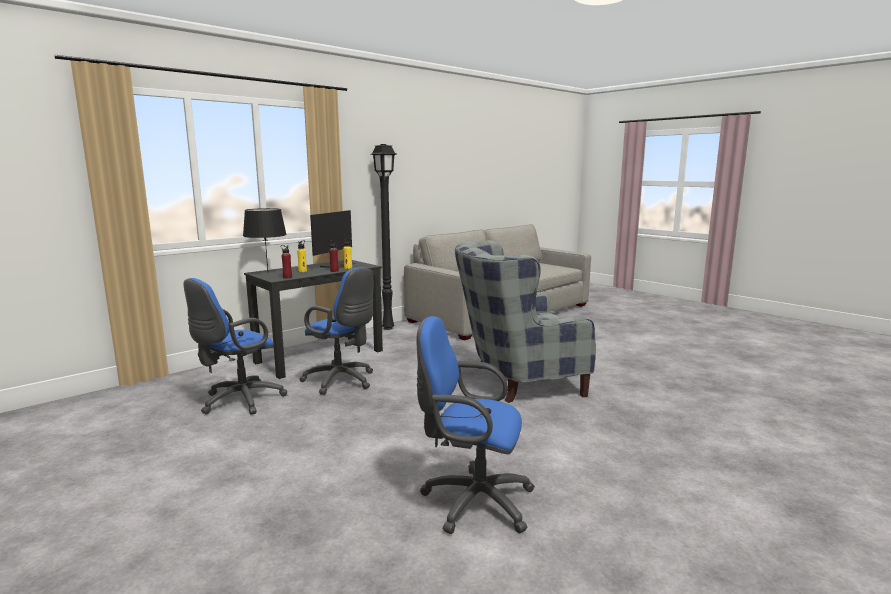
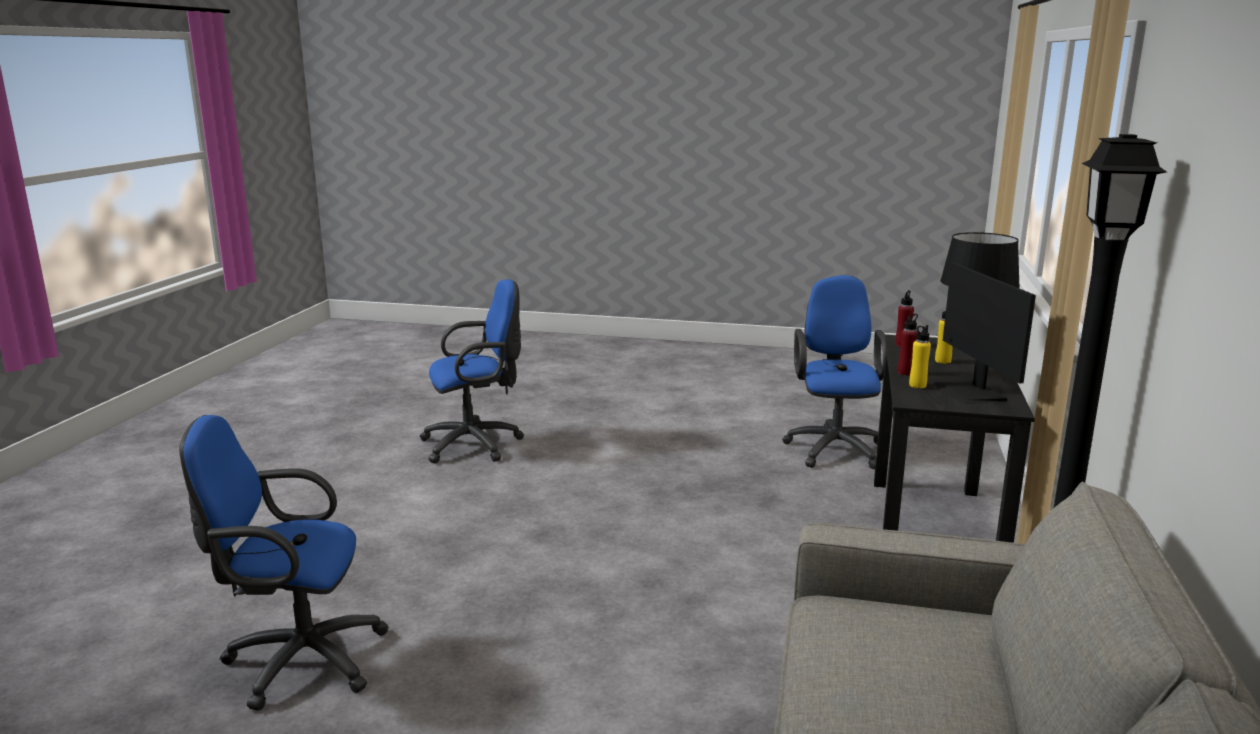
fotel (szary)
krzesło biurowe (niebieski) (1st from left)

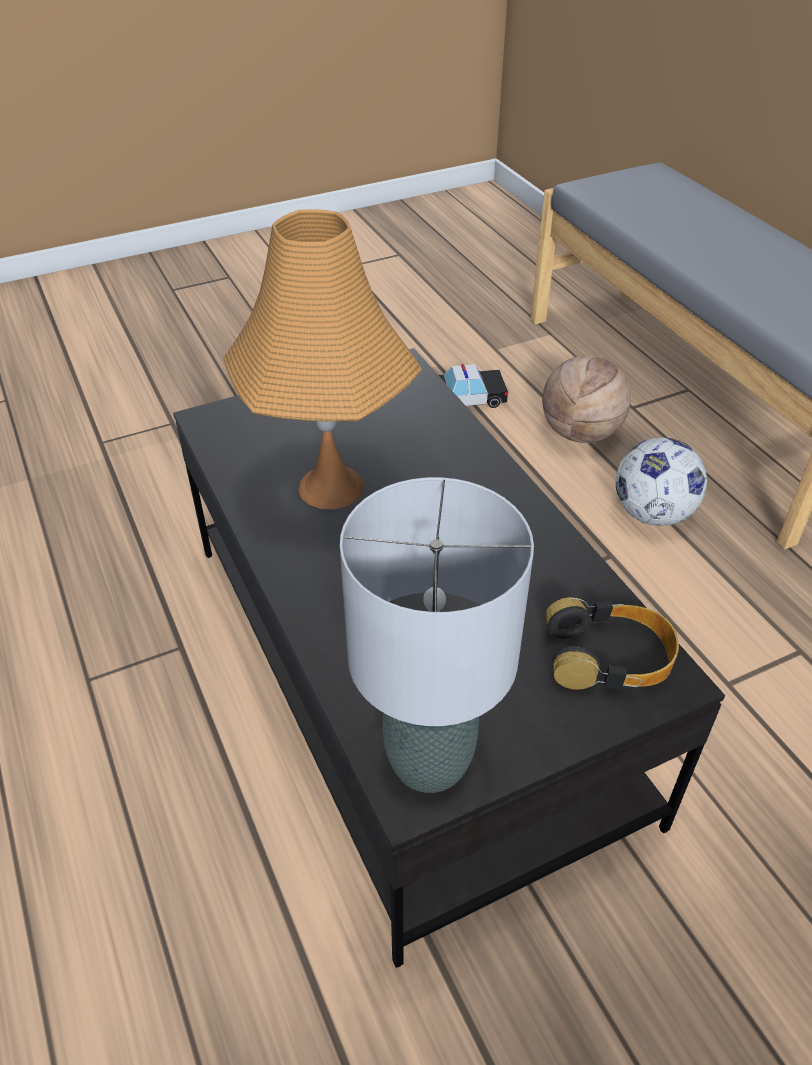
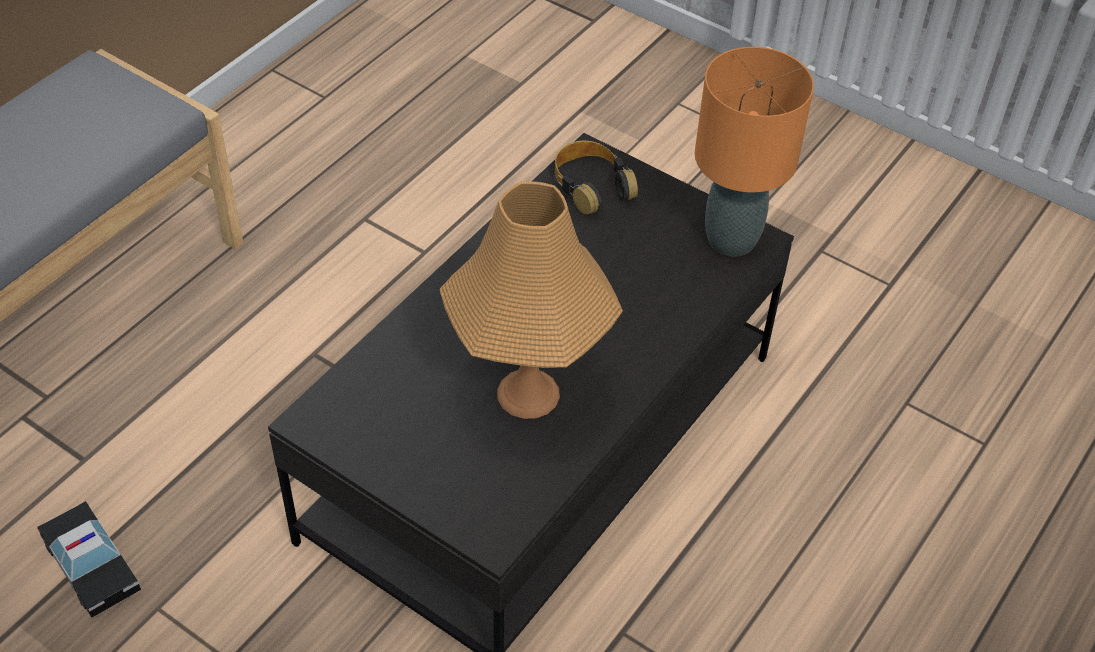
piłka do koszykówki
piłka futbolowa
lampa stołowa (pomarańczowy) (2nd from left)

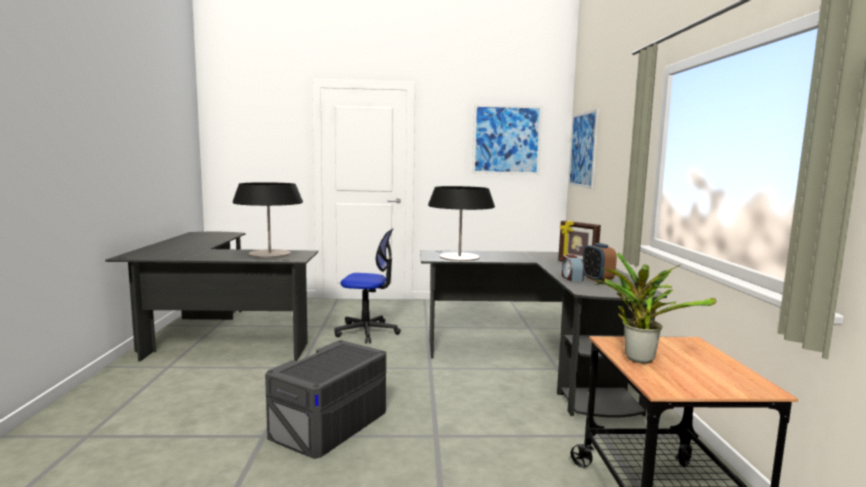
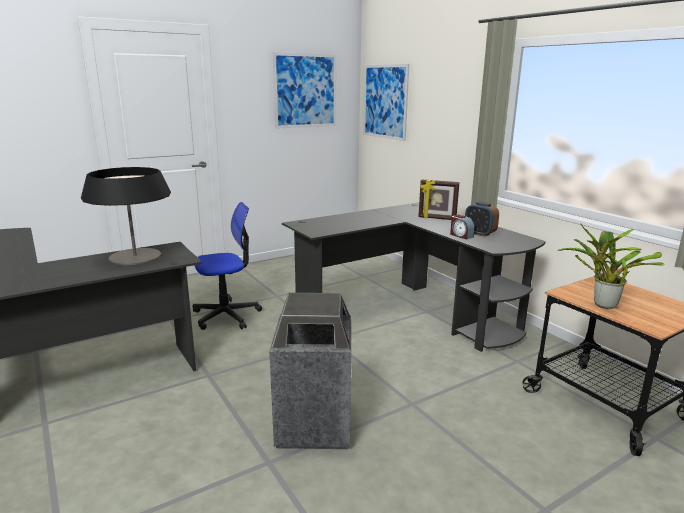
lampa stołowa (2nd from left in the first image)
kosz na śmieci

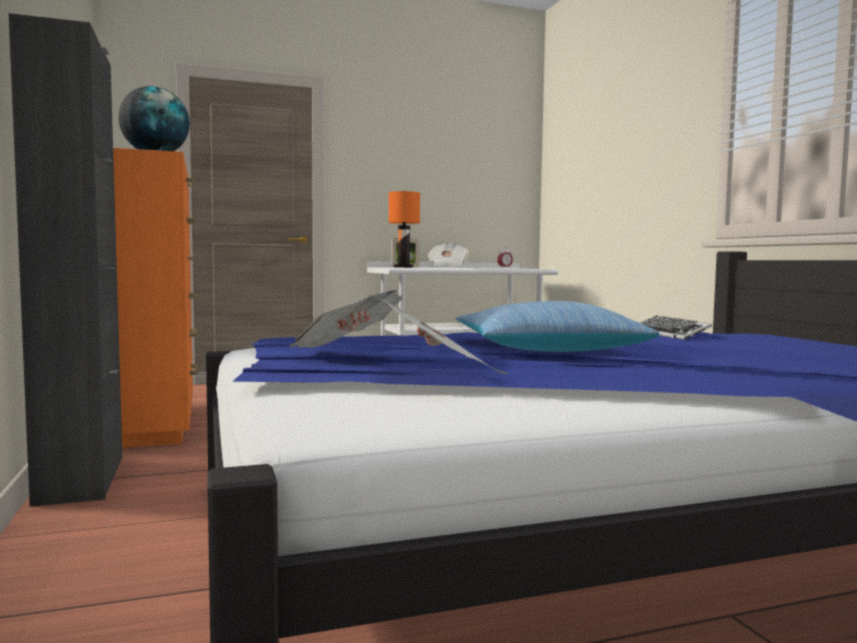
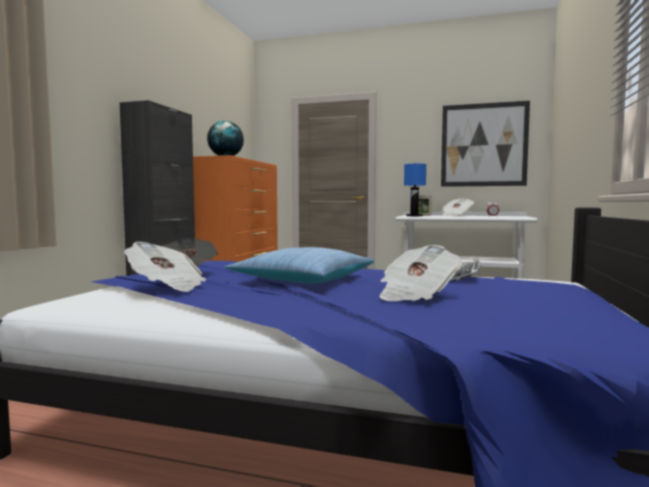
gazeta (3rd from left)
obraz
lampa stołowa (niebieski)

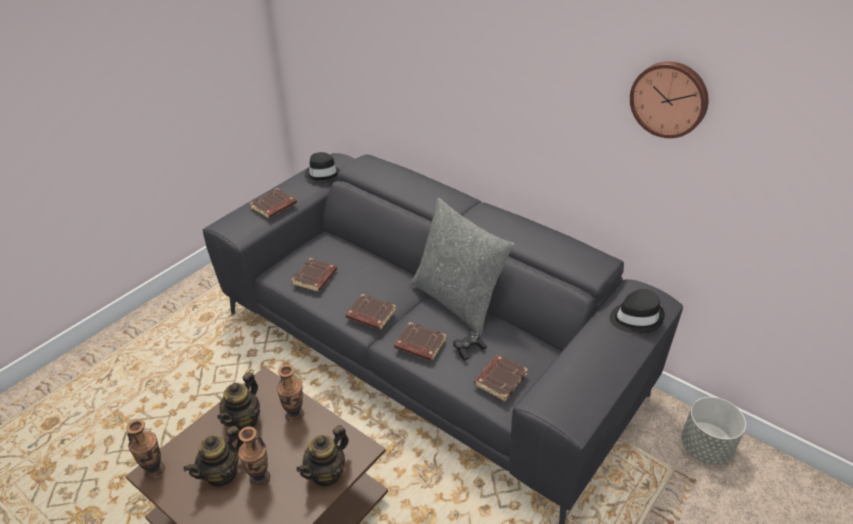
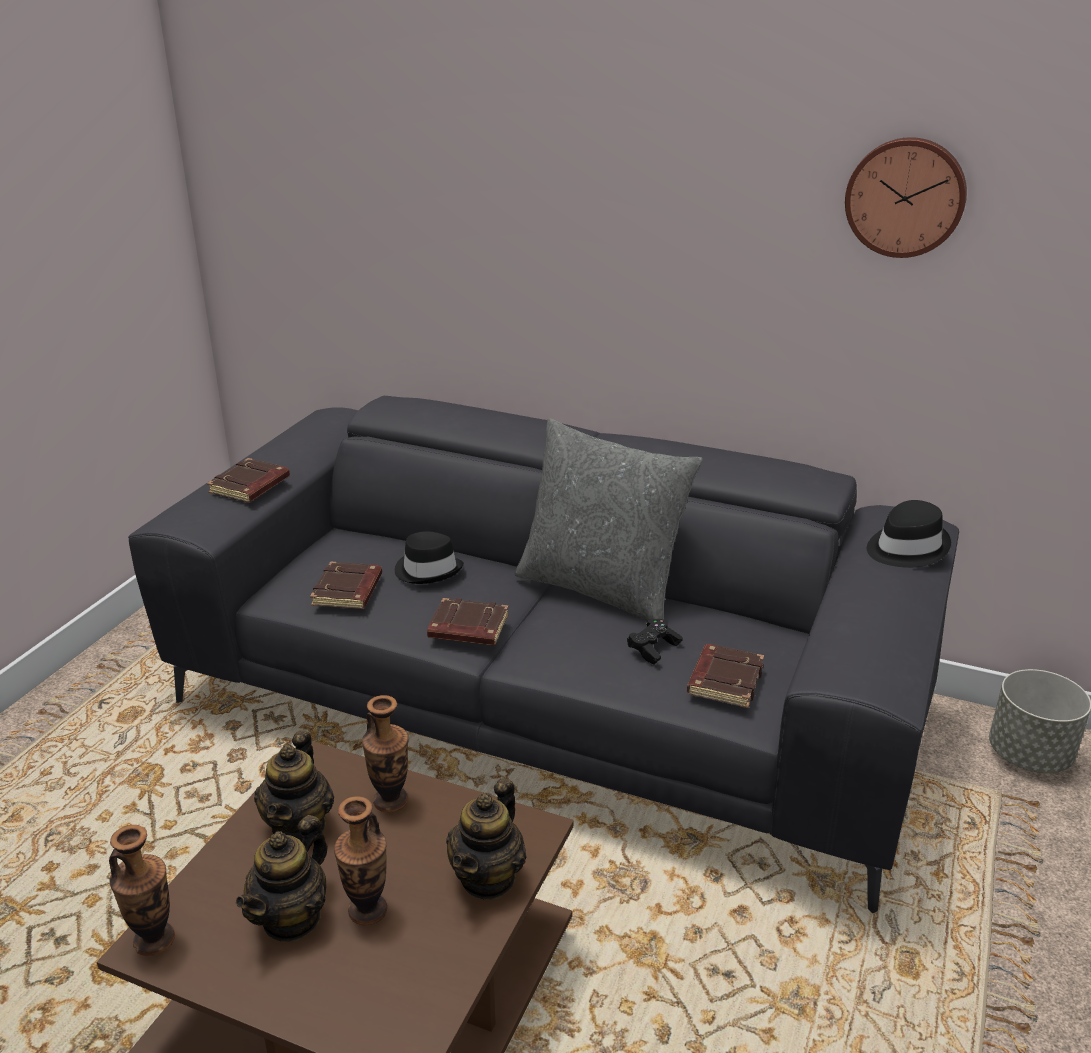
książka (brązowy) (4th from left in the first image)
kapelusz (czarny) (1st from left)

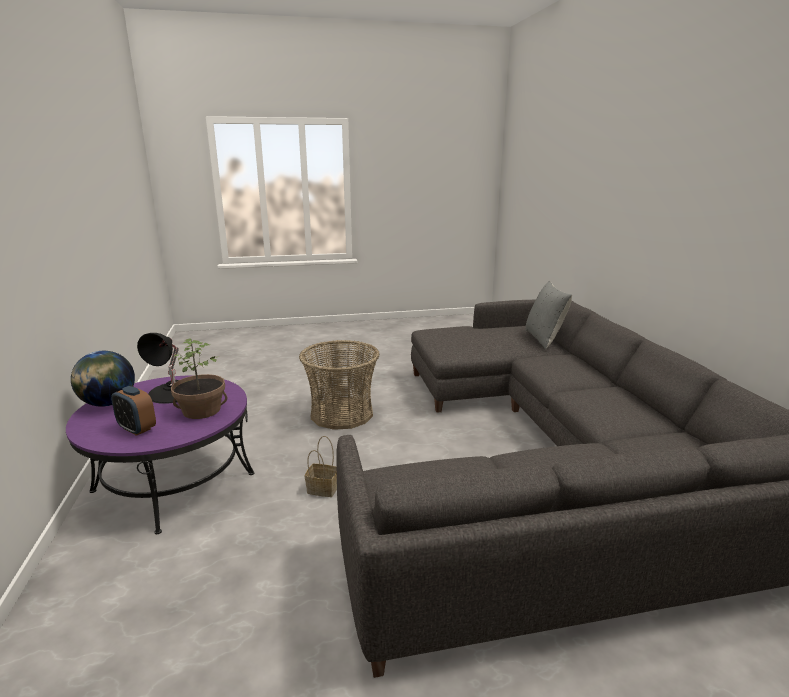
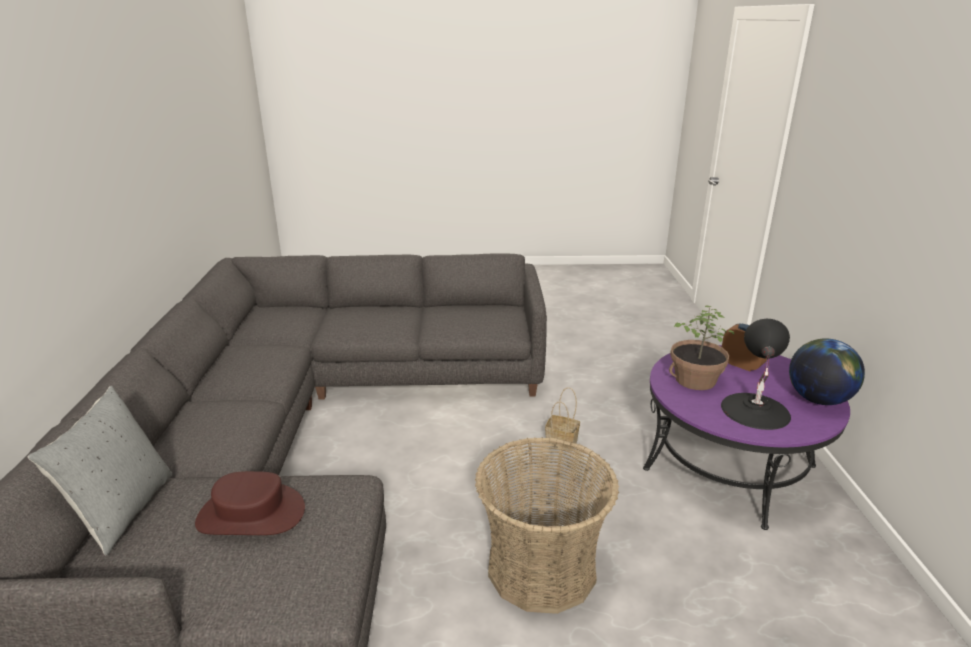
kapelusz (brązowy)

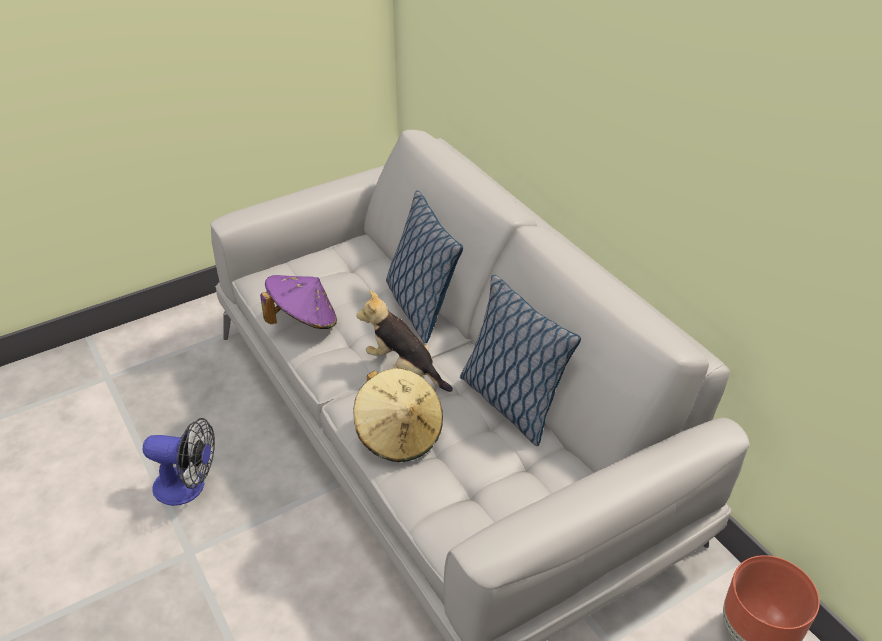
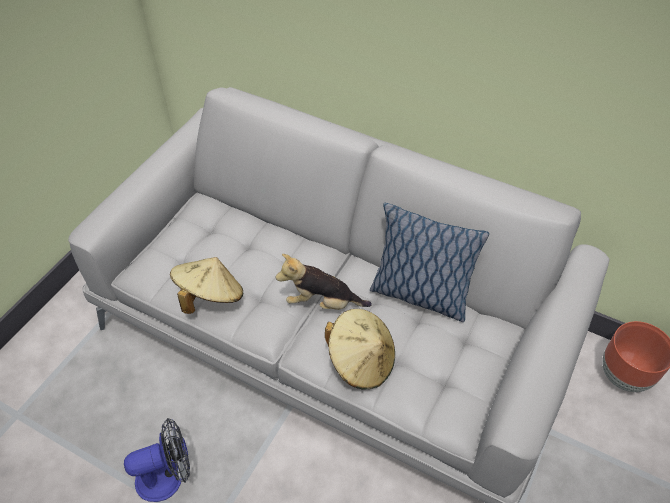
poduszka (1st from left in the first image)
kapelusz (beżowy) (1st from left)

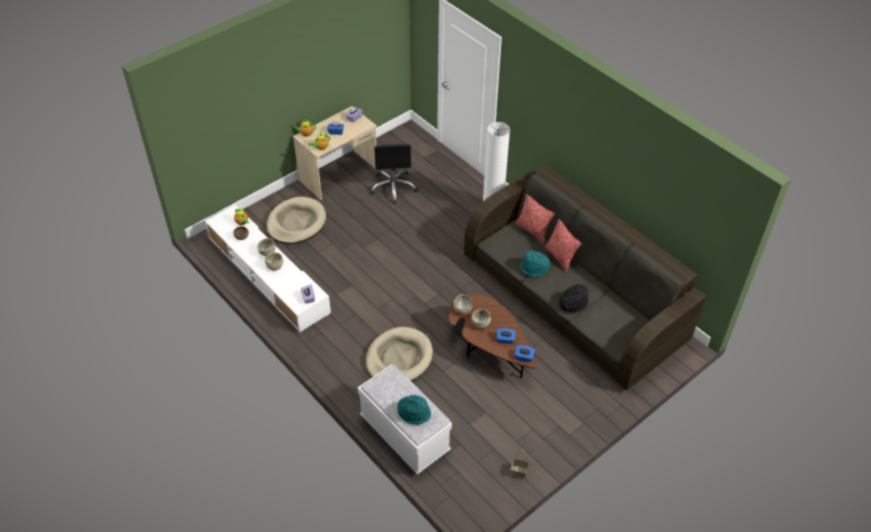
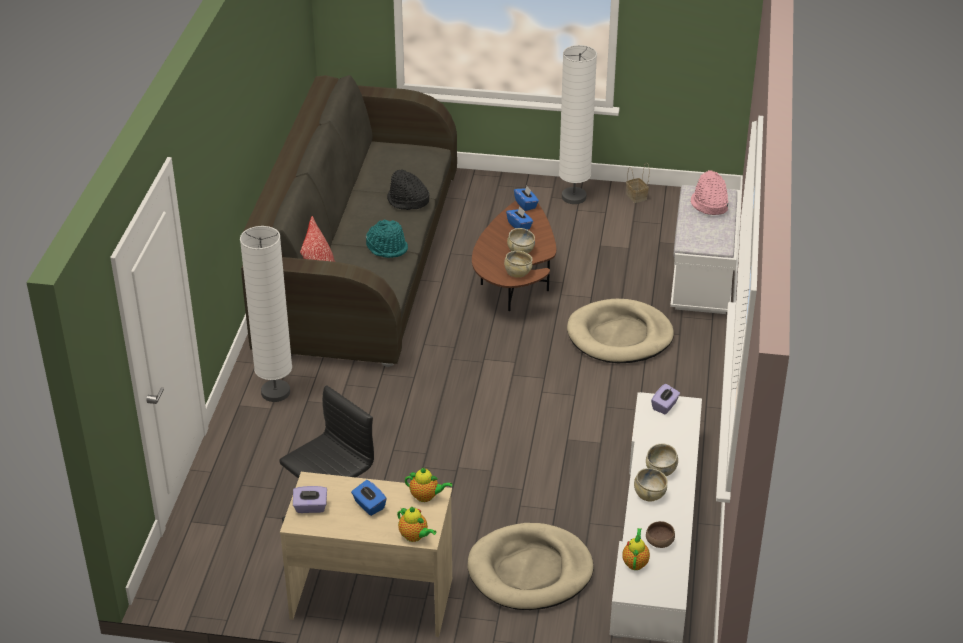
poduszka (2nd from left in the first image)
lampa stojąca (biały) (2nd from left)
kapelusz (różowy)

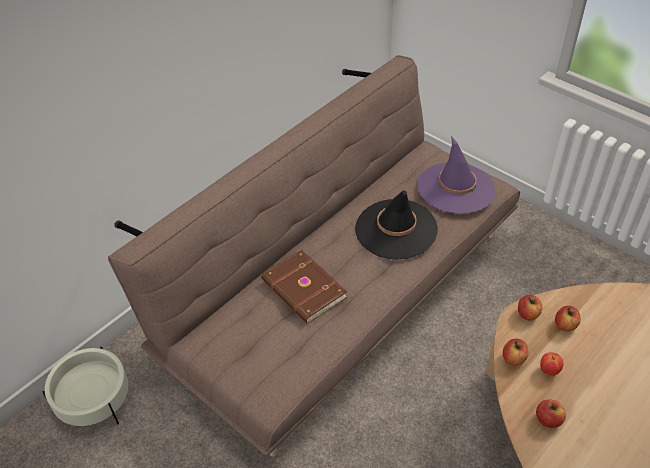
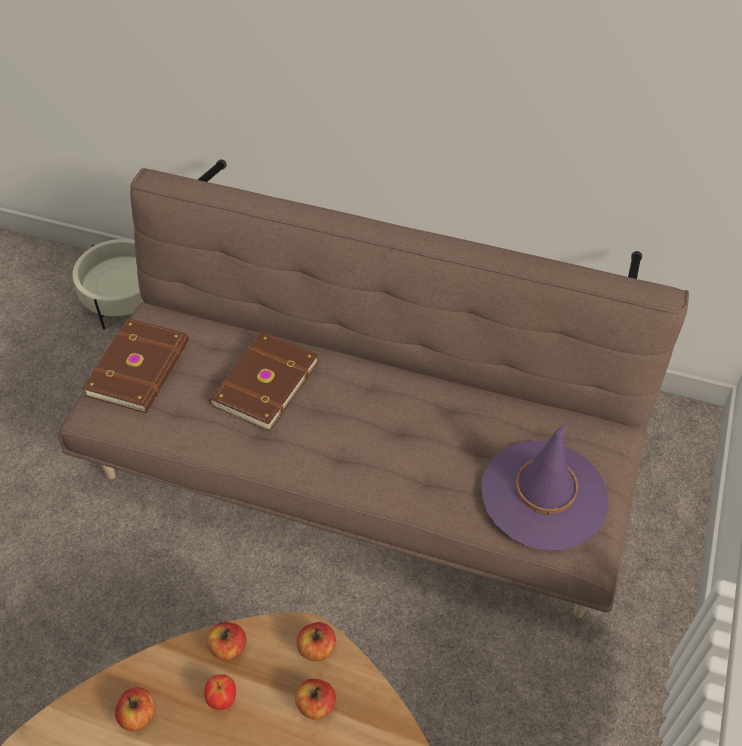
kapelusz (czarny)
książka (brązowy) (1st from left)

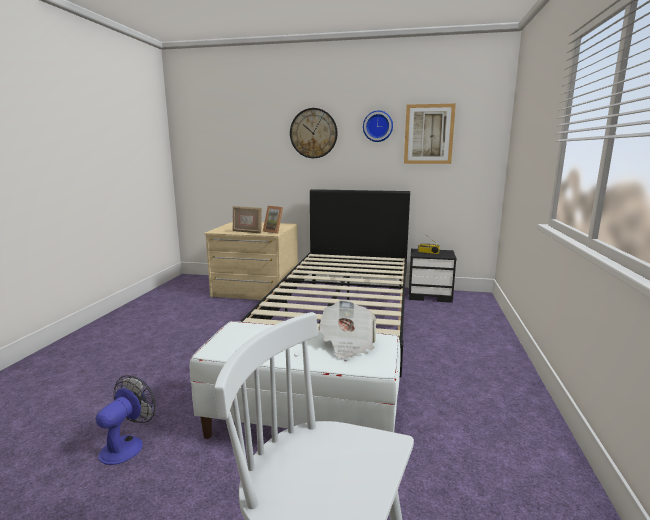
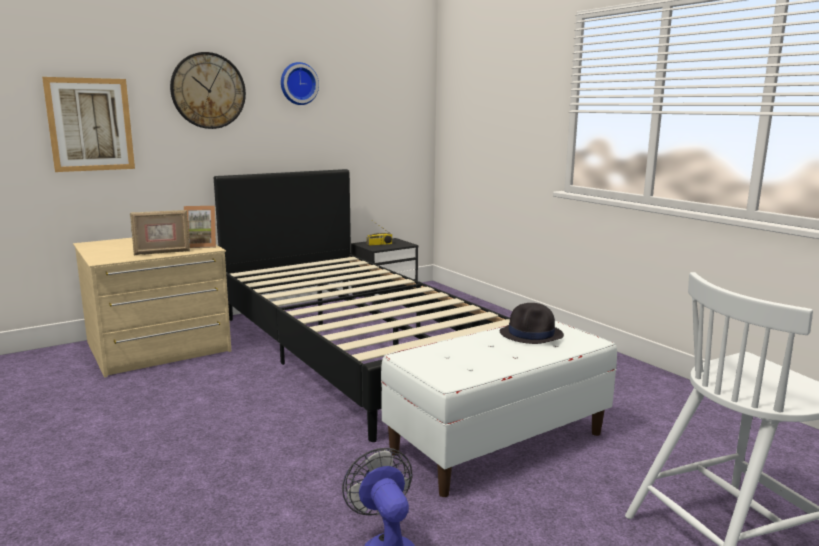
obraz
kapelusz (czarny)

